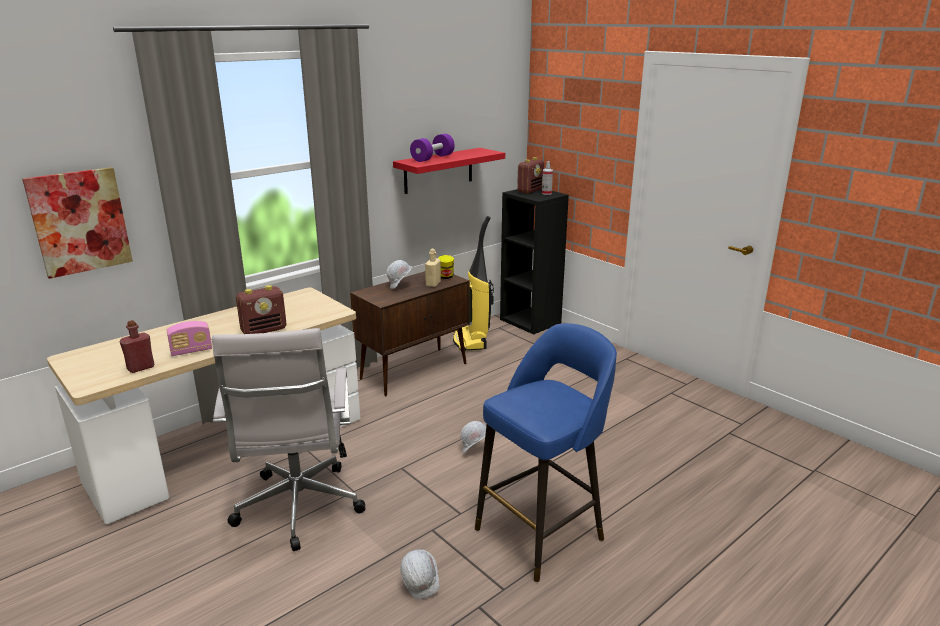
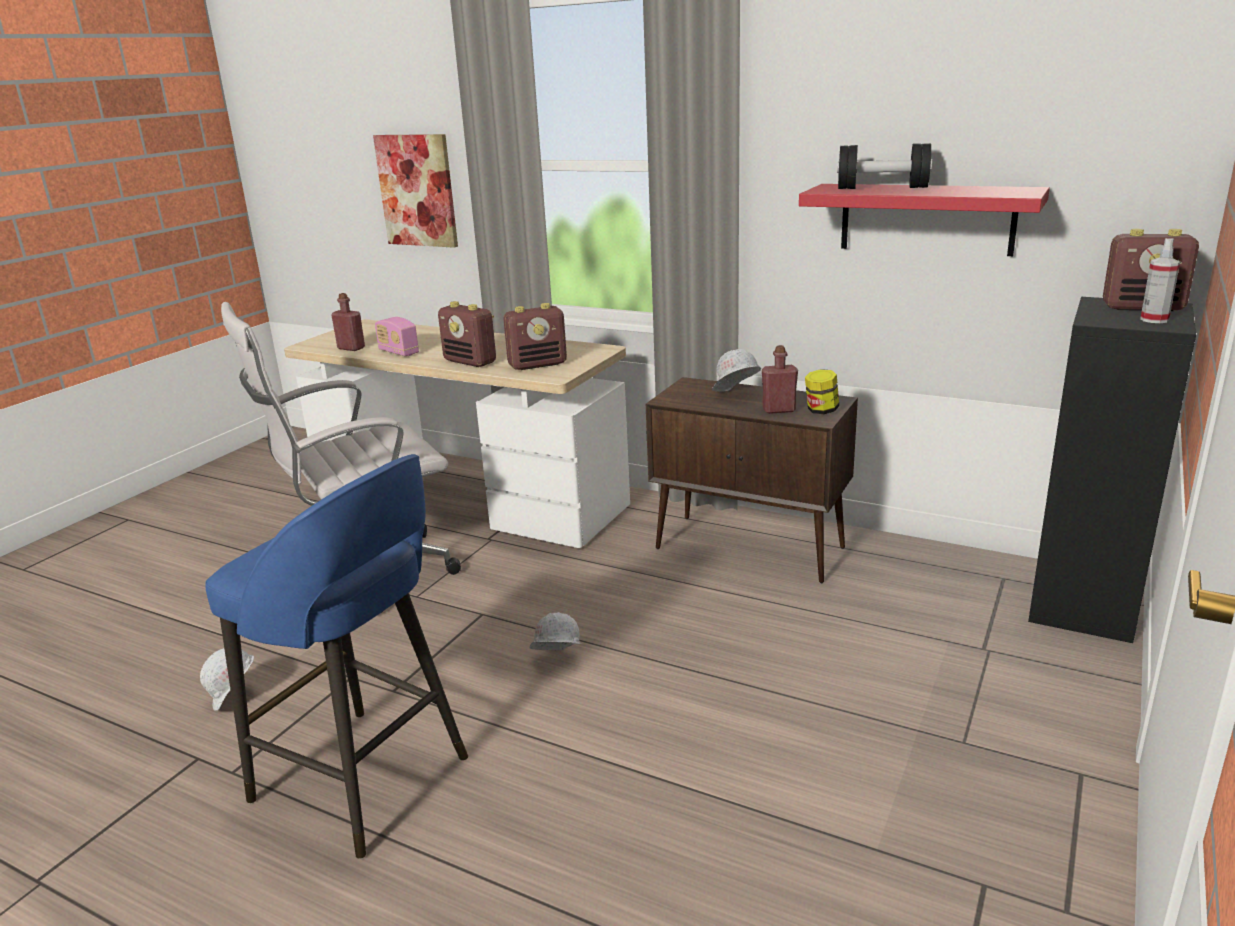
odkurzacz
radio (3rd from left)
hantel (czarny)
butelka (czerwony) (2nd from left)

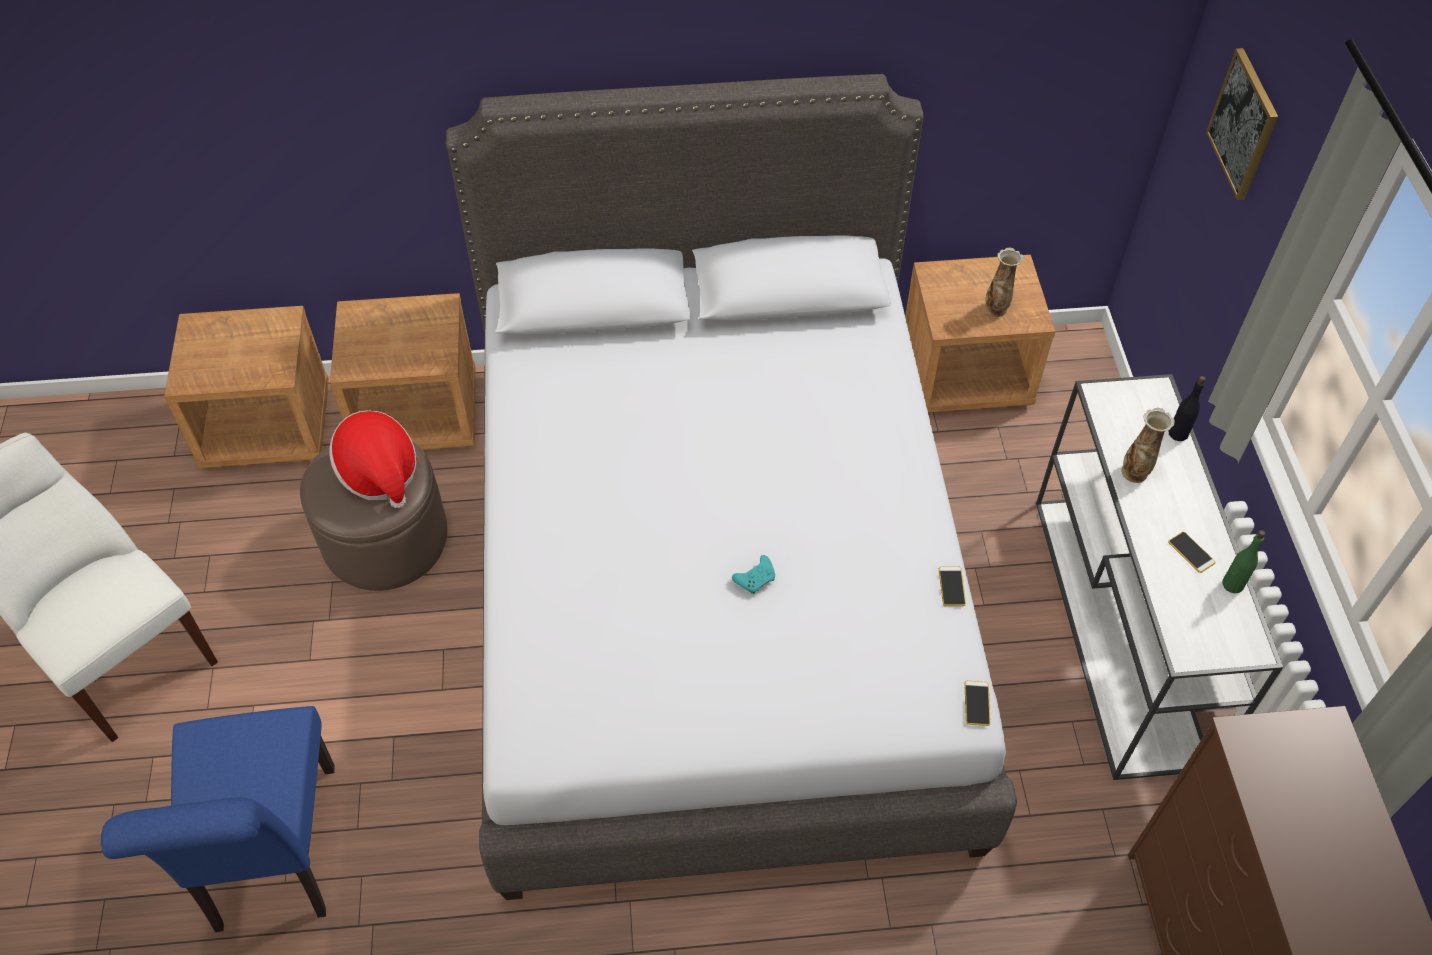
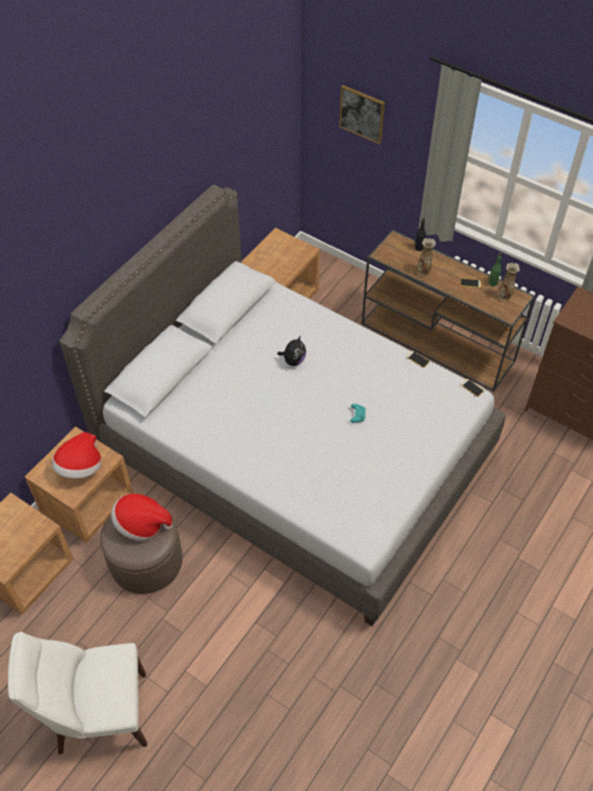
krzesło (niebieski)
kapelusz (1st from left)
pluszak
wazon (2nd from left)
stolik konsolowy (brązowy)

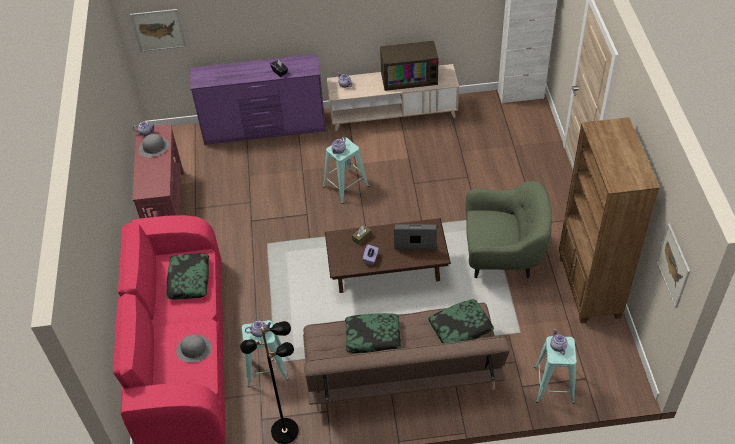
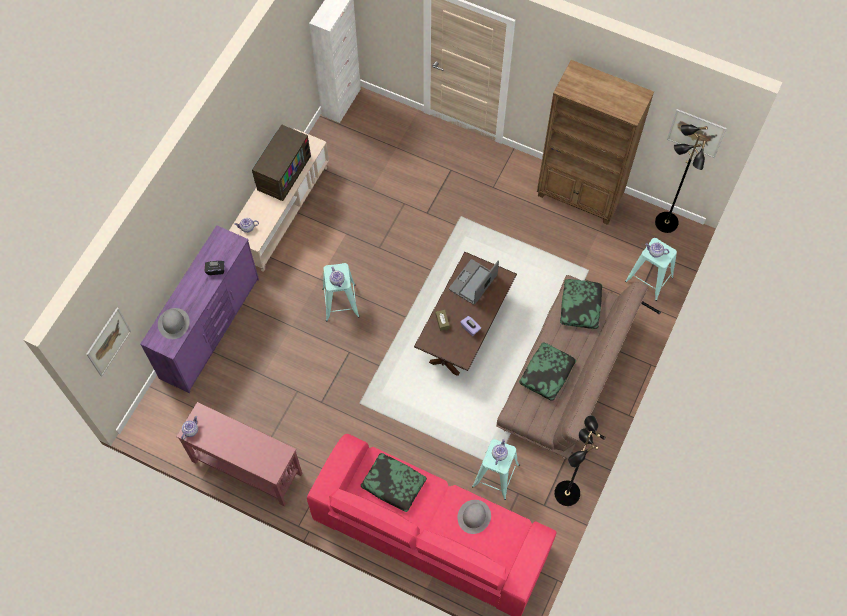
fotel (zielony)
lampa stojąca (czarny) (2nd from left)
kapelusz (szary) (1st from left)

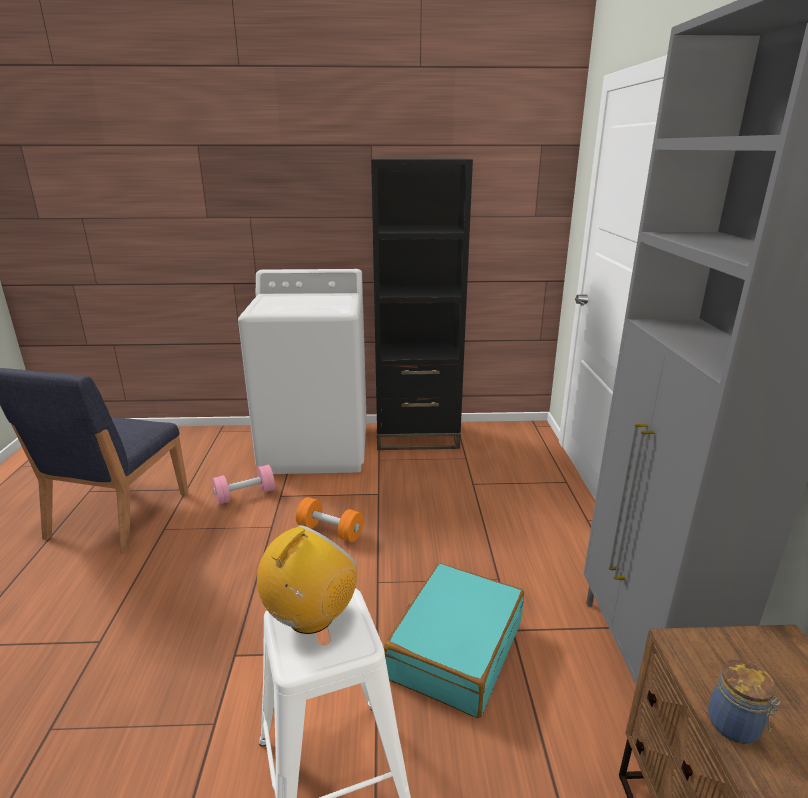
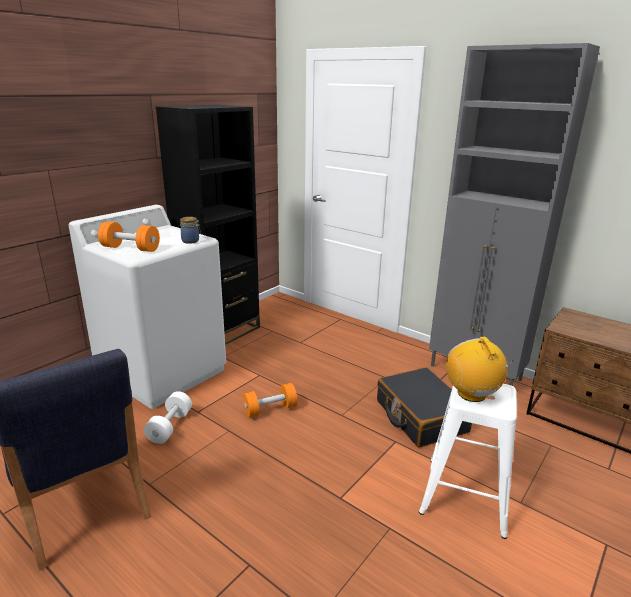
hantel (pomarańczowy) (1st from left)
słoik
hantel (biały)
walizka (czarny)

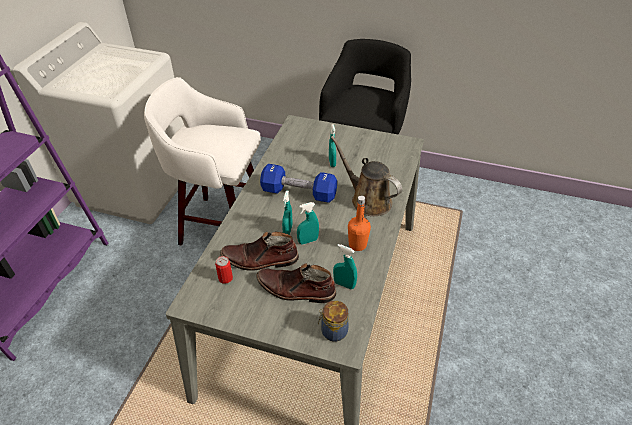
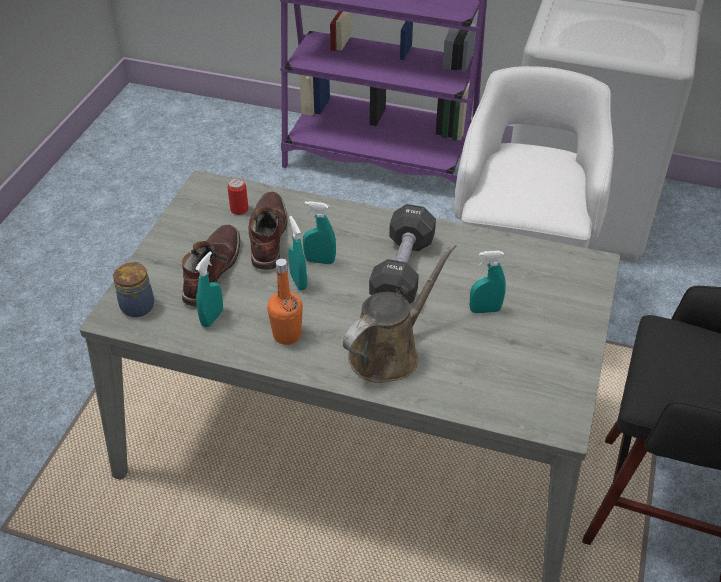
hantel (czarny)

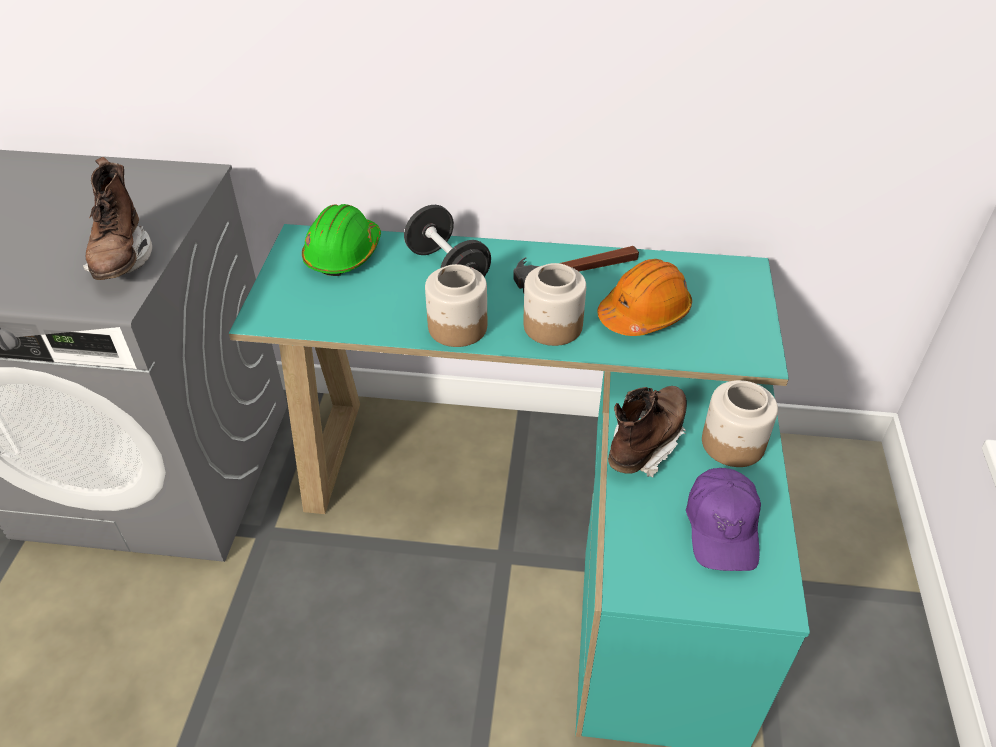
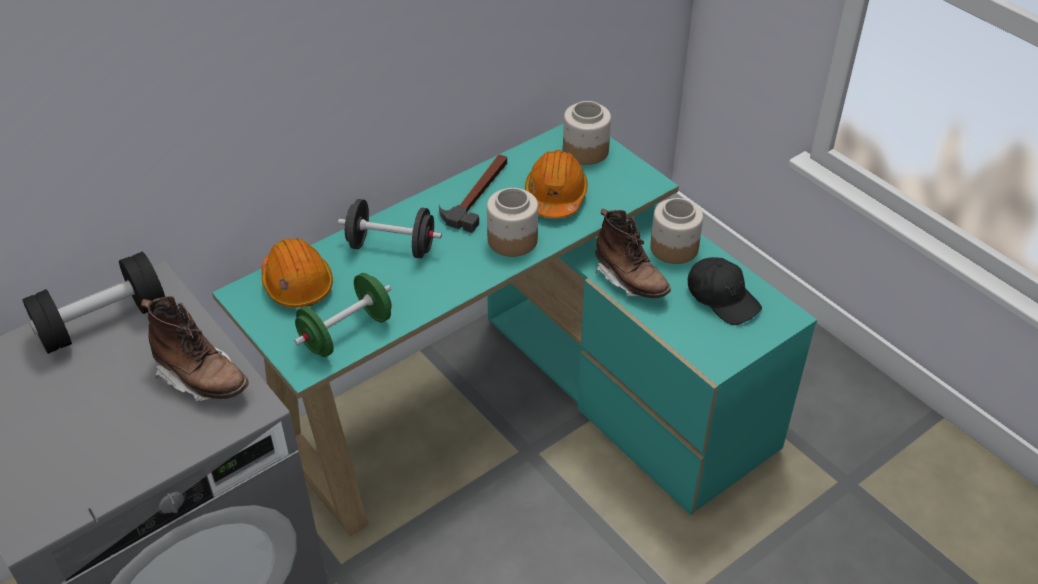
hantel (czarny) (1st from left)
hantel (zielony)
słoik (2nd from left)
kask (pomarańczowy) (1st from left)
czapka z daszkiem (czarny)
but z cholewką (brązowy) (2nd from left)

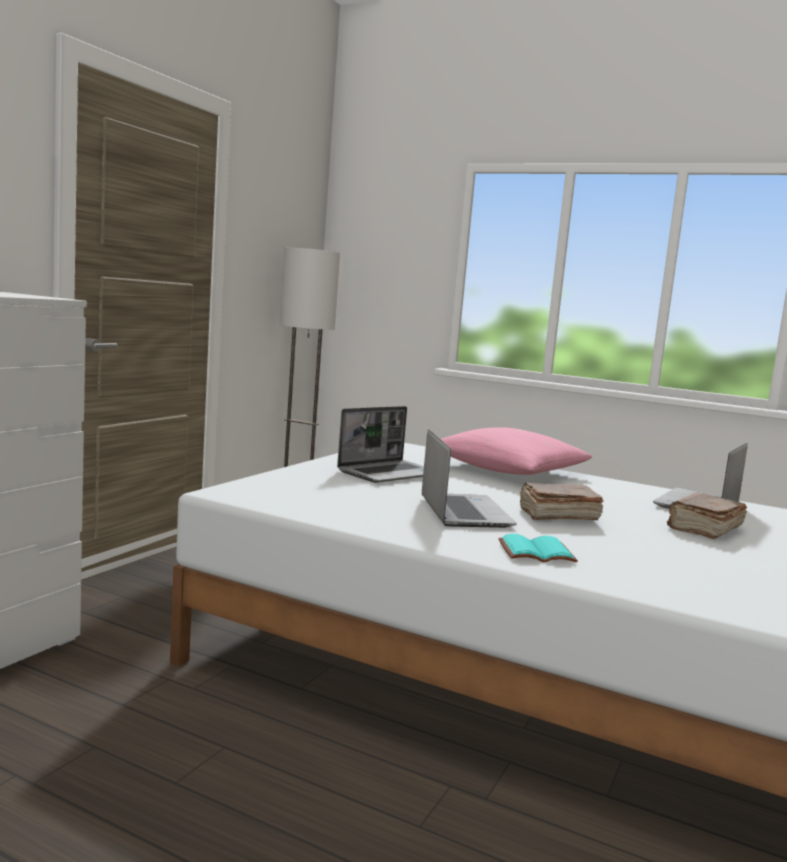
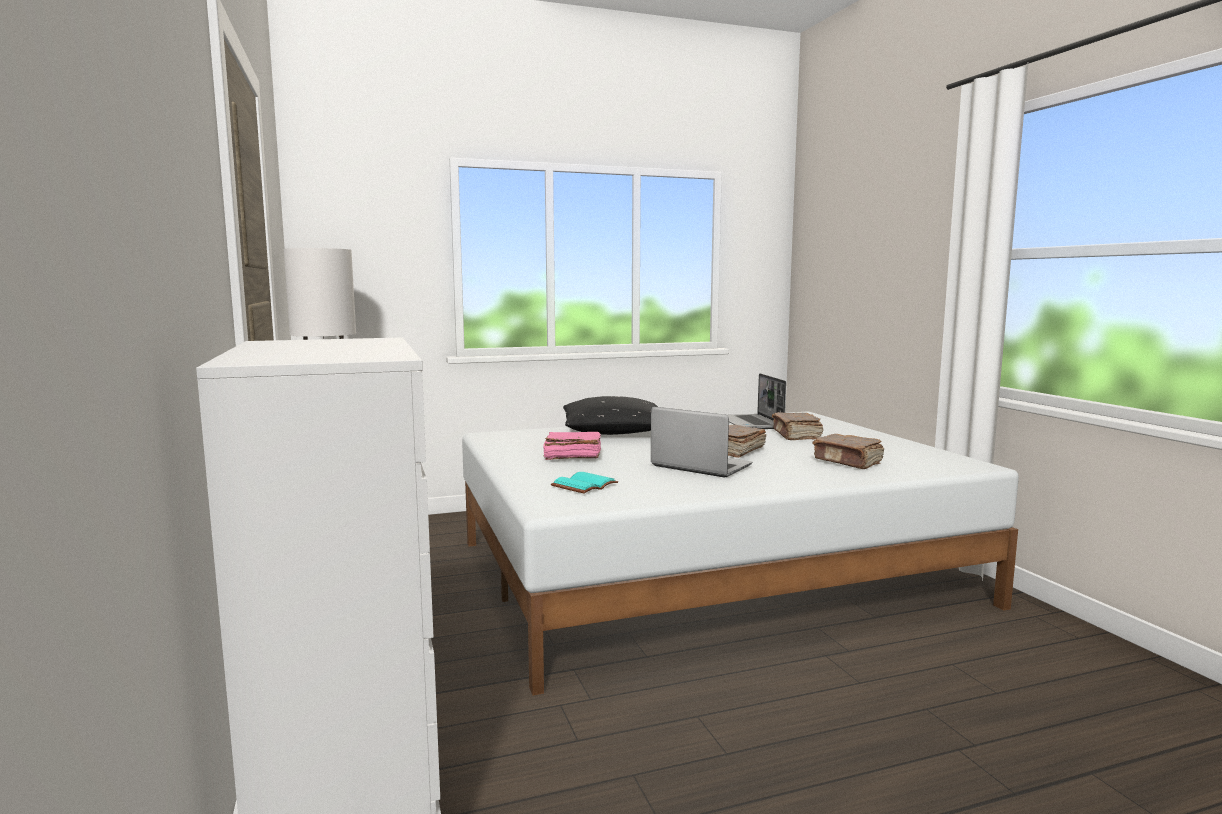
książka (brązowy) (3rd from left)
książka (turkusowy)
książka (różowy)
poduszka (czarny)

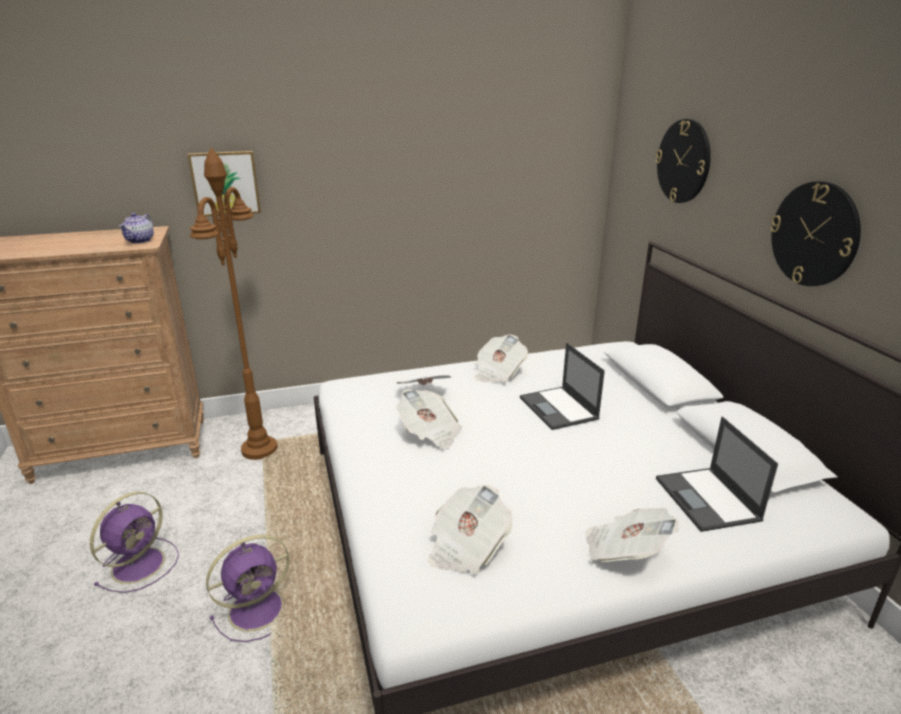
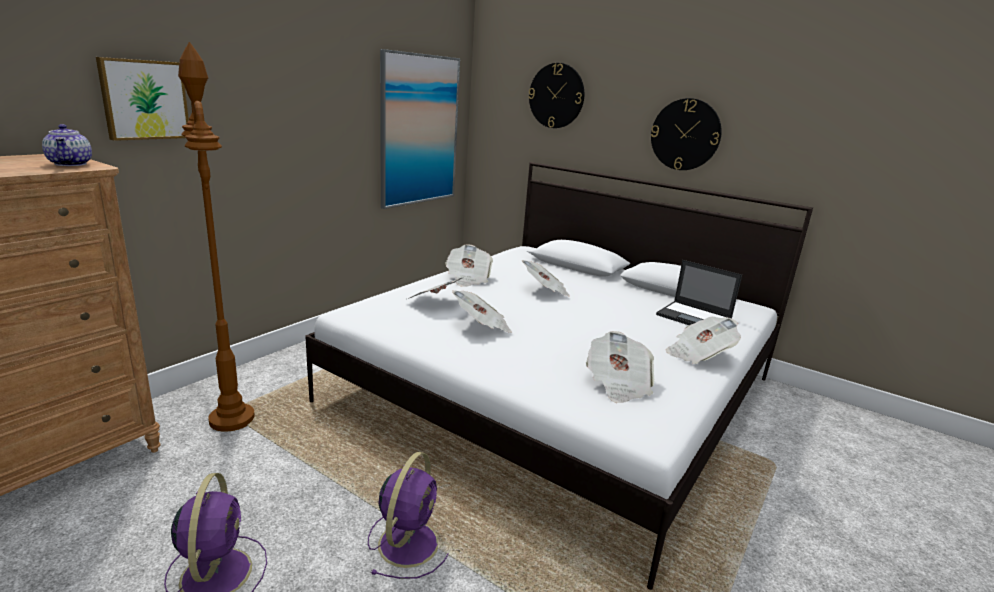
obraz (2nd from left)
gazeta (4th from left)

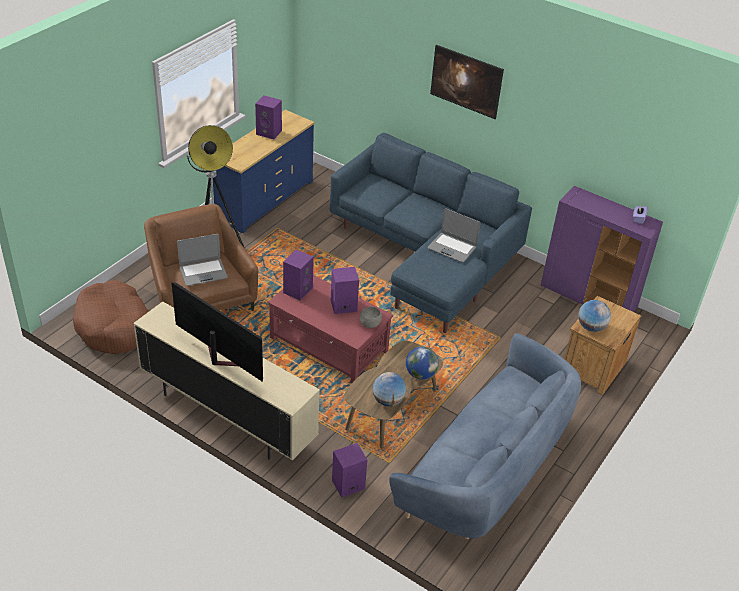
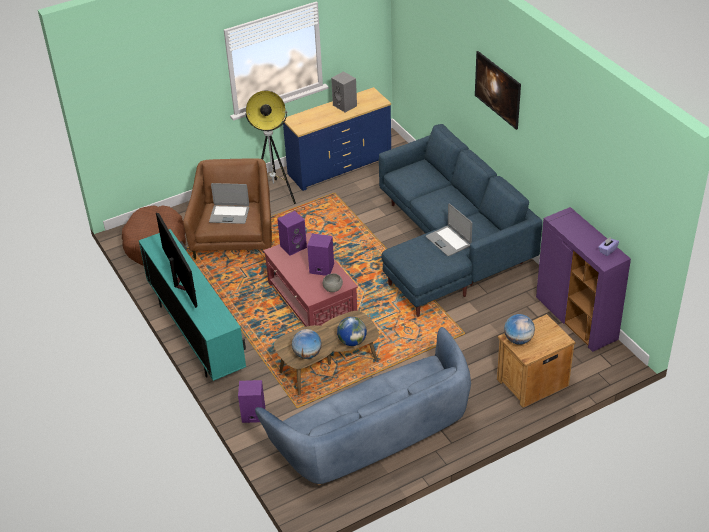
szafka pod telewizor (turkusowy)
głośnik (szary)

